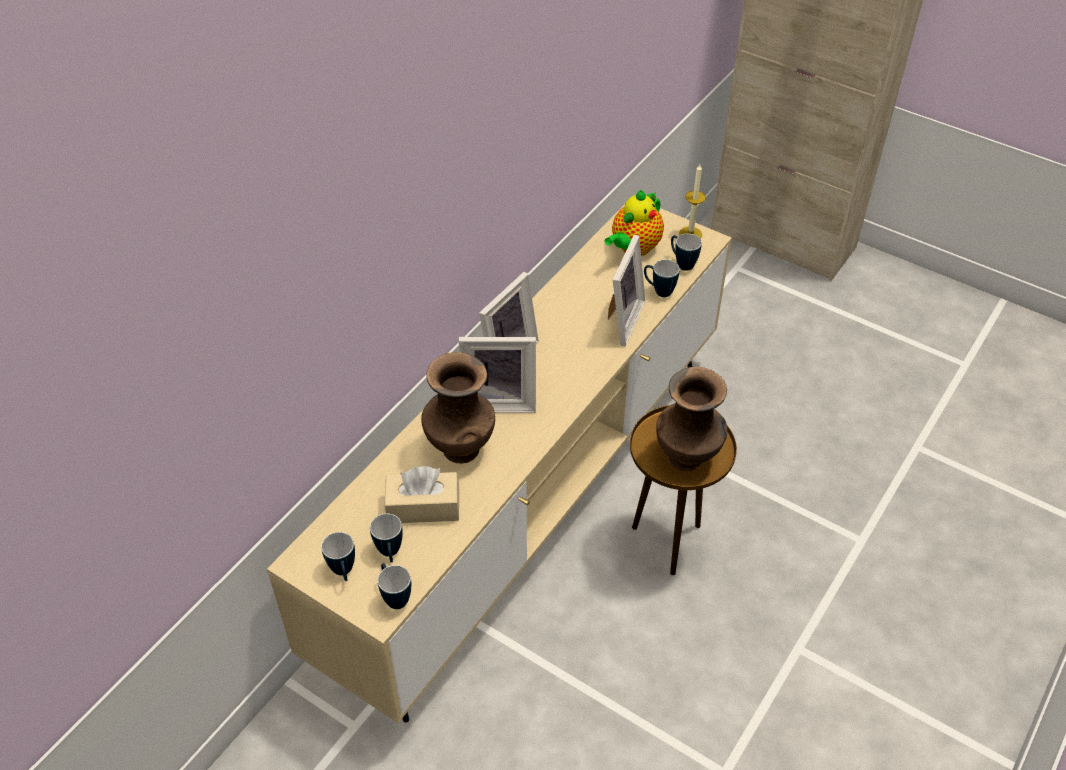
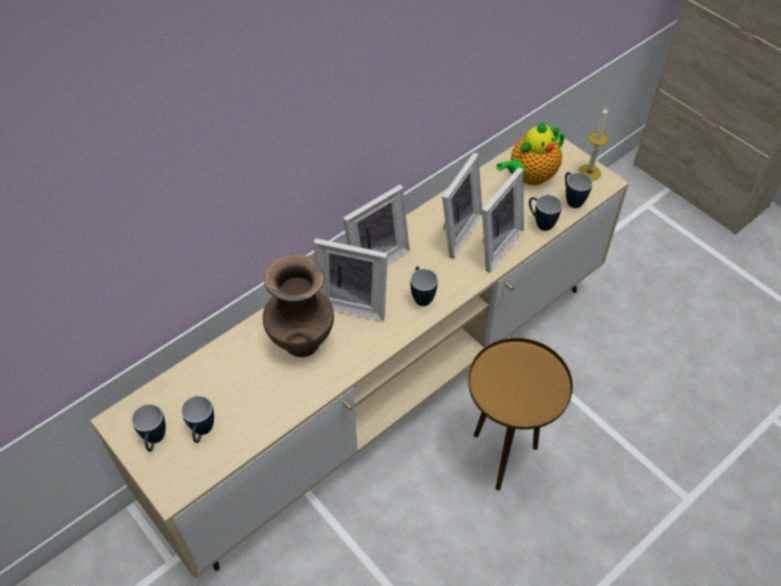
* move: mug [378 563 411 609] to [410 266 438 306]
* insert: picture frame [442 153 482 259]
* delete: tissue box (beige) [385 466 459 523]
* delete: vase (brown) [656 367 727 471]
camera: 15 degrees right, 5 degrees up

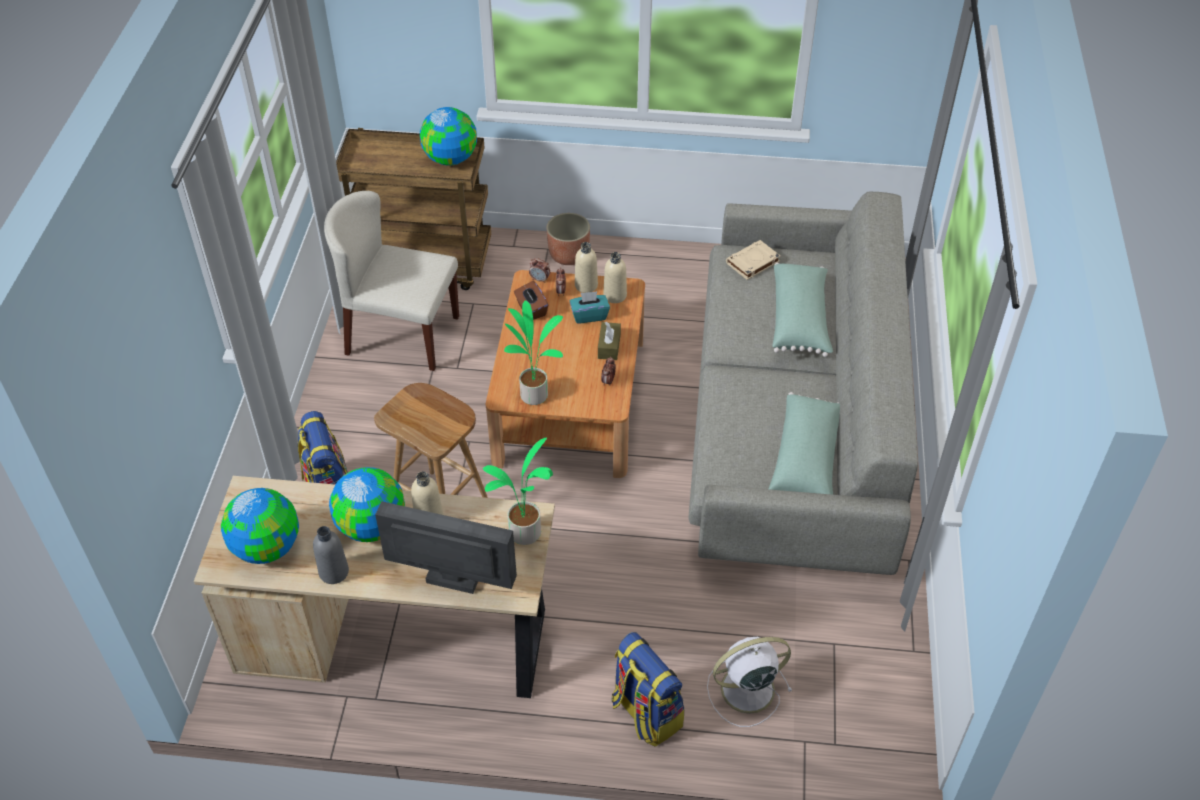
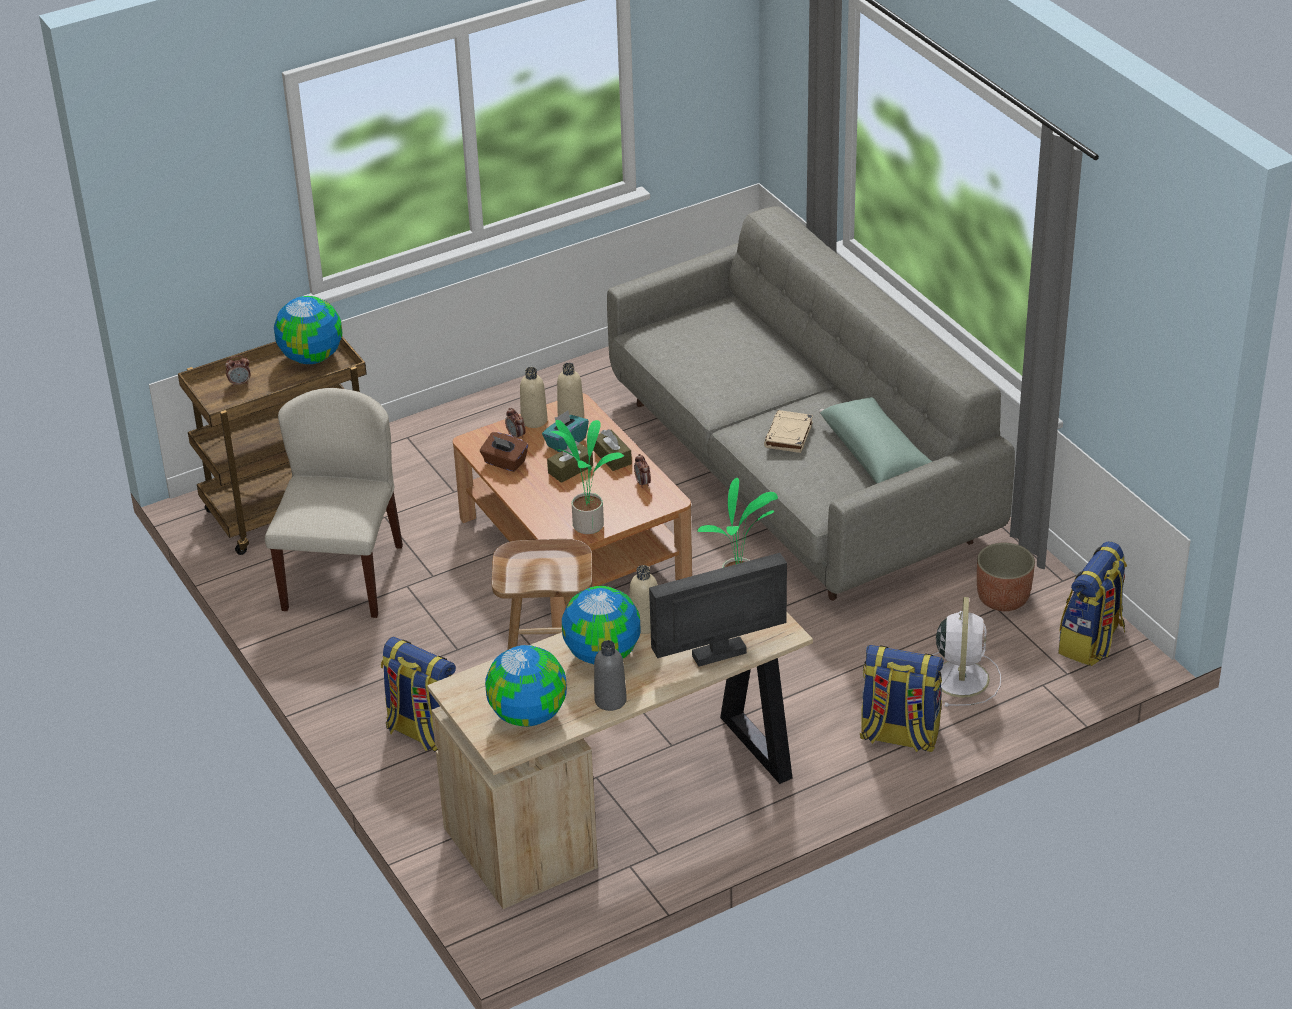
* move: alarm clock [529 258 550 283] to [225 356 251 387]
* rotate: chair (beige) [324 191 459 371] = [265 388 403 618] 120 degrees clockwise
* insert: tissue box (brown) [547 441 593 483]
* move: book (beige) [726 240 780 280] to [764 410 813 453]
* rotate: fan (white) [707 637 792 727] = [932 597 1001 707] 150 degrees clockwise
* move: planter [547 213 590 265] to [977 543 1035 611]
* insert: backpack [1058 541 1127 666]
* delete: pillow (green) [772 262 833 357]
camera: 35 degrees left, 10 degrees down

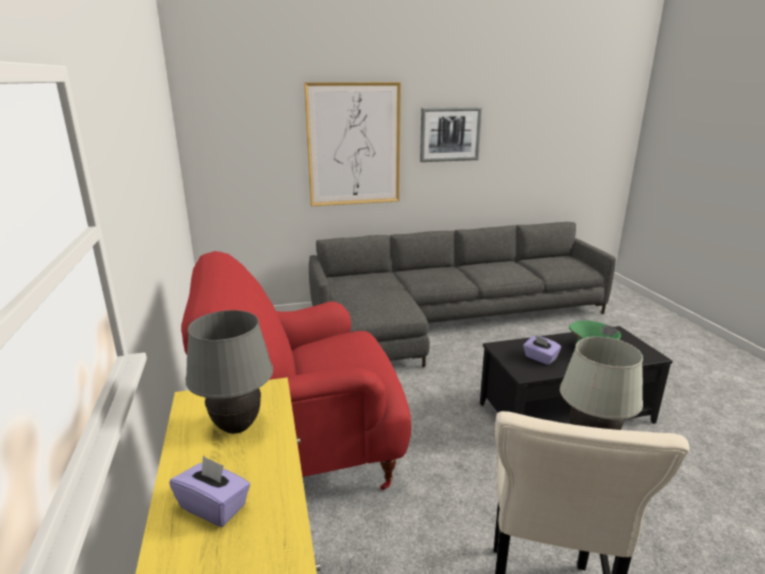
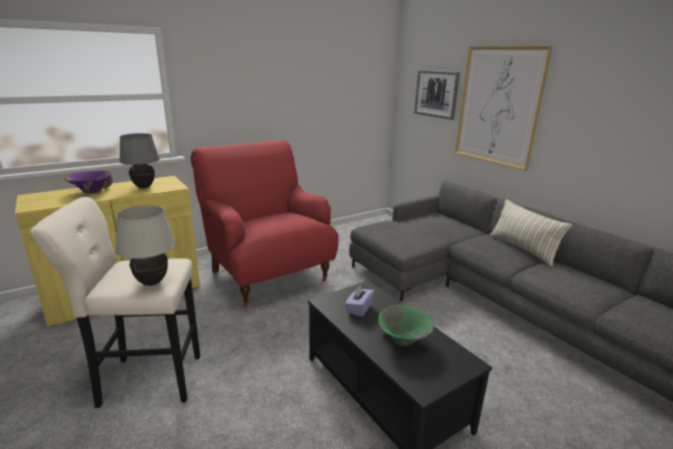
* replace: tissue box (purple) [169 455 250 527] to bowl (purple) [65 171 113 193]
* move: picture [420 107 482 162] to [414 70 460 120]
* insert: pillow [490 199 572 267]
camera: 70 degrees right, 0 degrees up

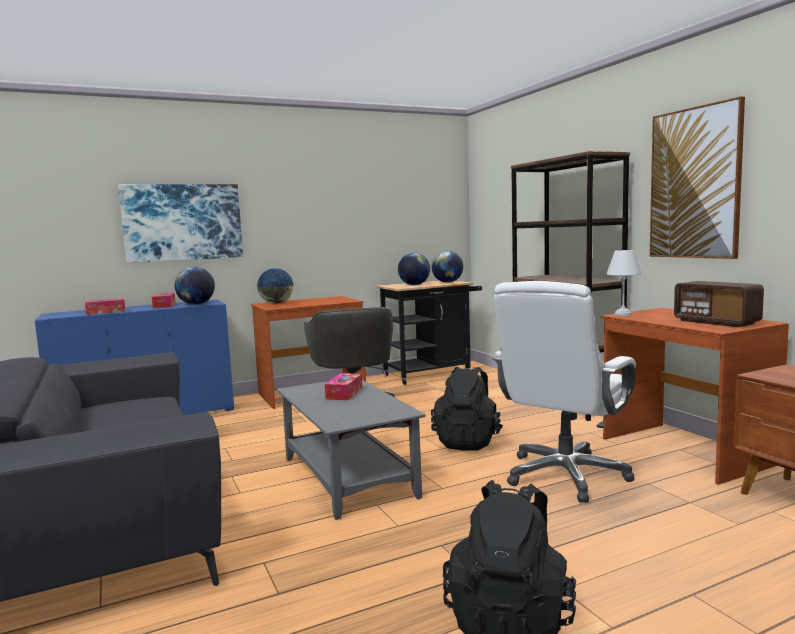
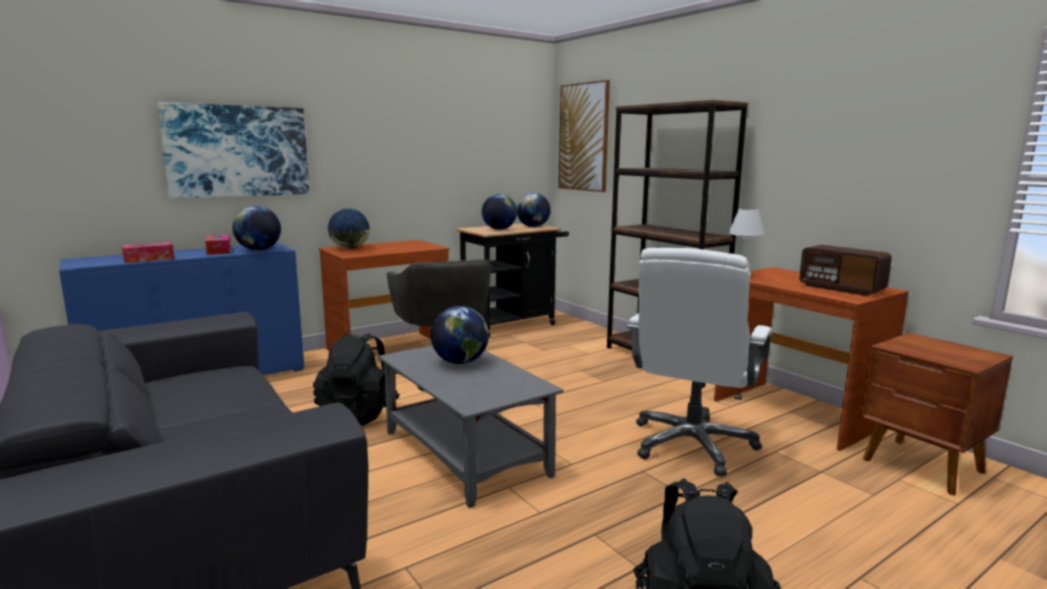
* move: backpack (black) [431 367 503 451] to [313 332 400 426]
* replace: tissue box [325 373 362 400] to globe [431 306 489 364]
* move: picture [650 96 745 259] to [558 80 610 192]
camera: 10 degrees left, 5 degrees up

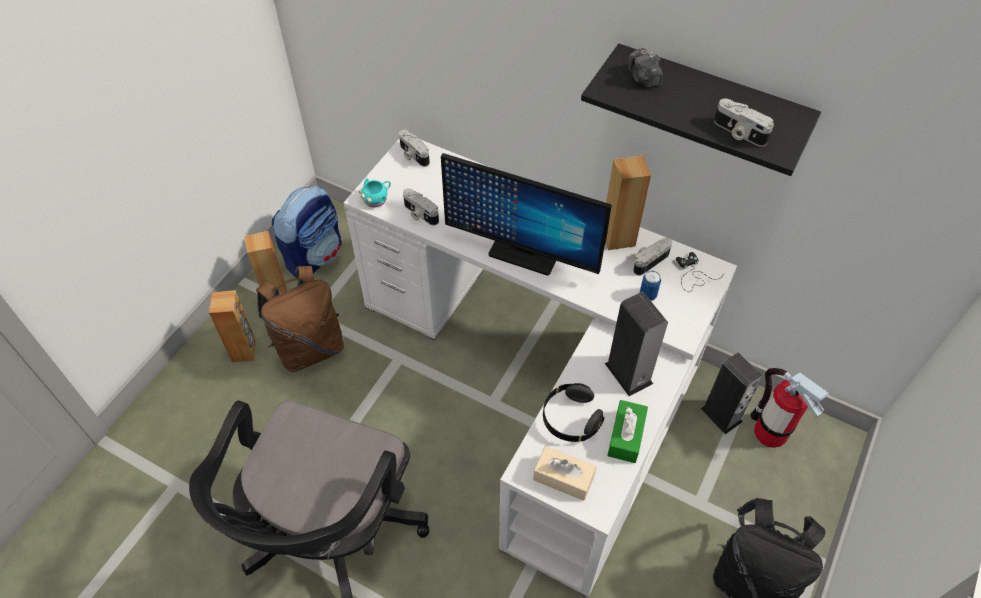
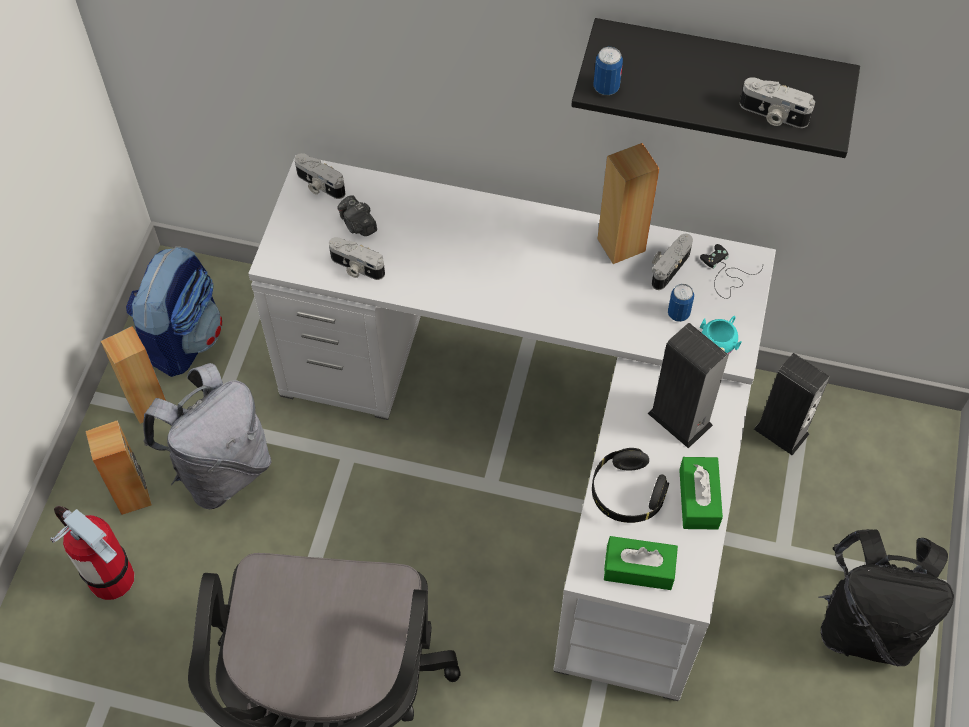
* move: fire extinguisher [750 368 829 448] to [50 506 135 600]
* recolor: backpack (brown) [256 266 344 372] to backpack (grey) [143 363 271 509]
* move: photo camera [628 48 663 88] to [337 195 377 236]
* insert: can [594 47 623 95]
* recolor: tissue box (beige) [533 446 596 501] to tissue box (green) [604 536 678 590]
* move: mug (turquoise) [359 178 391 207] to [700 316 742 354]
* delete: monitor [441 153 612 276]
camera: 15 degrees left, 5 degrees up

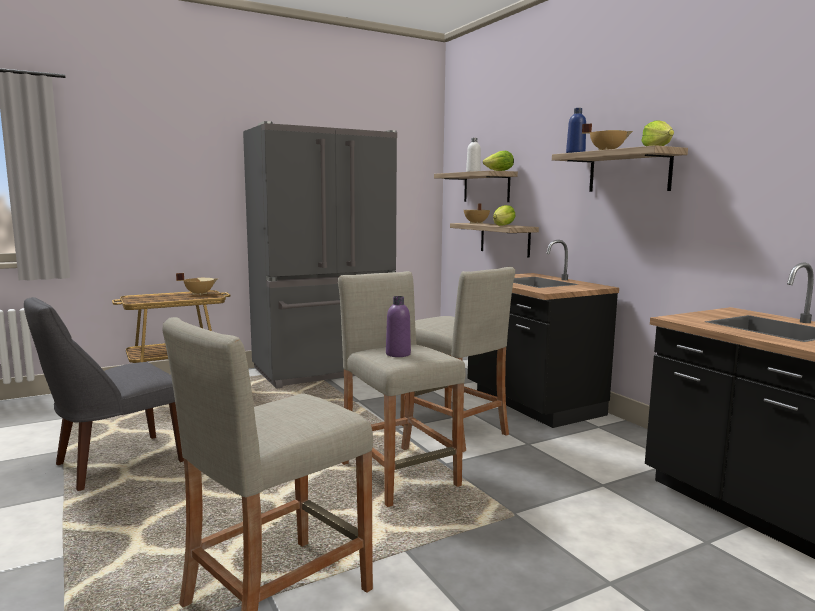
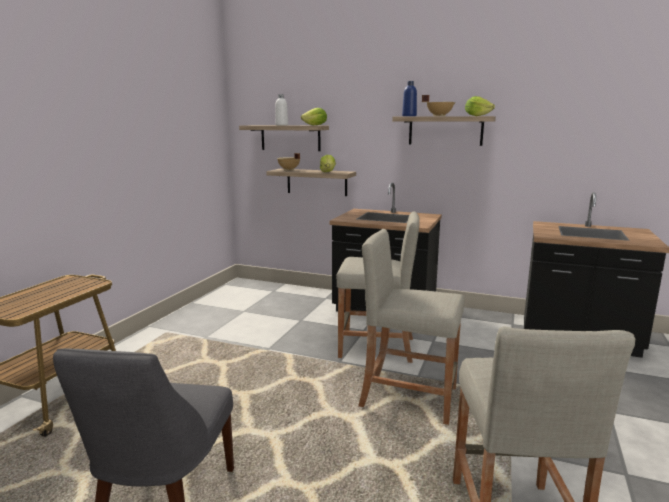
* delete: cooking pot (beige) [176 273 218 295]
* delete: fridge (grey) [243 121 397 389]
* delete: bottle (purple) [386 296 411 357]
camera: 40 degrees left, 5 degrees up

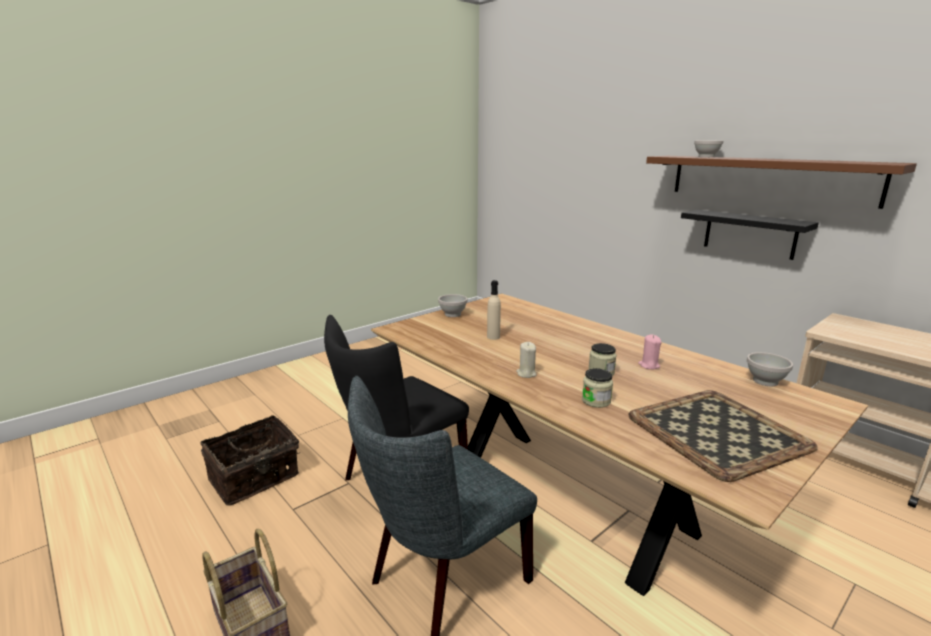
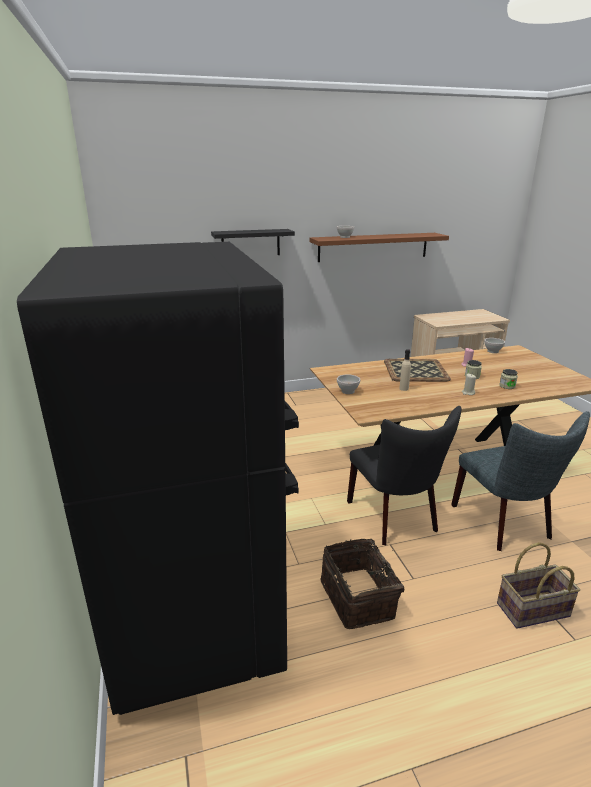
* insert: fridge (black) [17 242 299 715]
* move: shelf (black) [681 210 819 260] to [211 229 295 255]
* move: tray [628 390 818 482] to [384 359 451 382]
camera: 65 degrees left, 5 degrees up

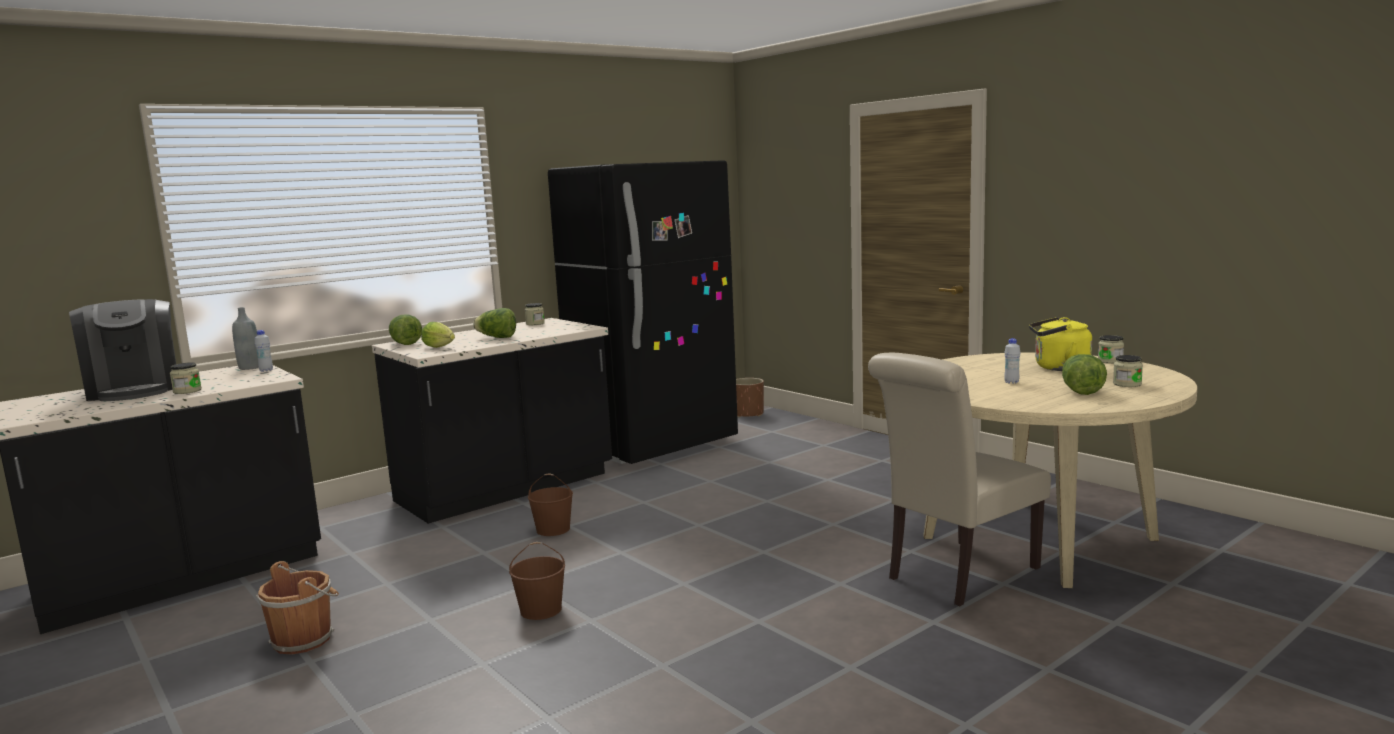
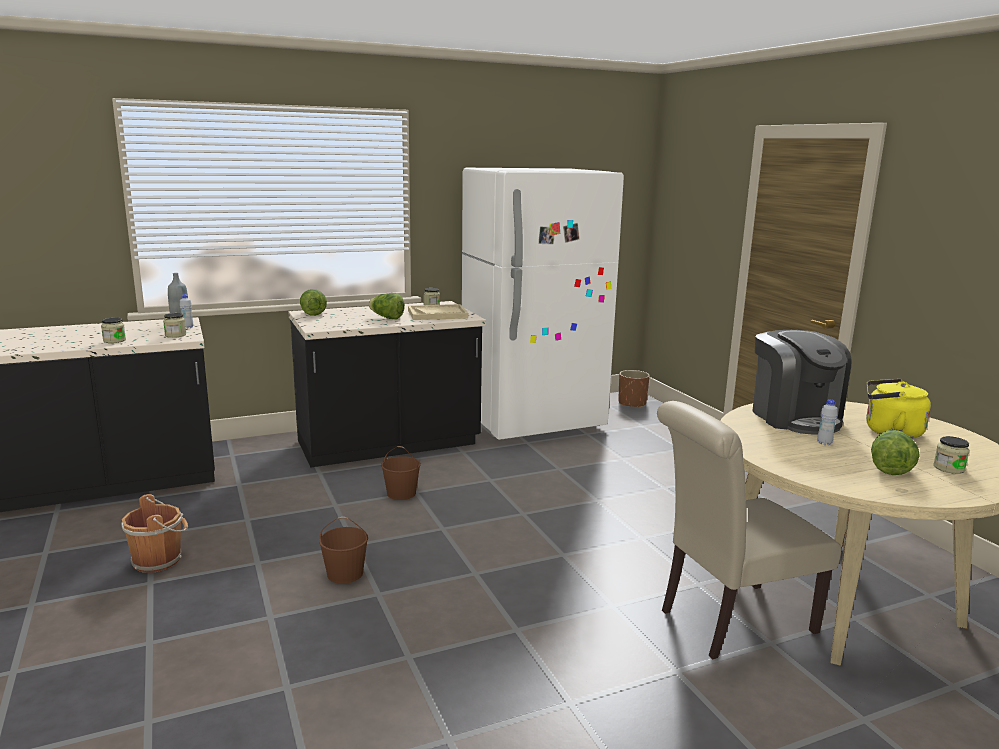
* move: jar [1098 335 1124 364] to [163 313 186 338]
* insert: tray (beige) [408 304 468 320]
* recolor: fridge (black) [548 160 738 464] to fridge (white) [462 168 624 440]
* move: coffee machine [69 299 176 401] to [753 330 852 435]
* delete: lettuce [421 322 455 348]
camera: 15 degrees right, 5 degrees up

